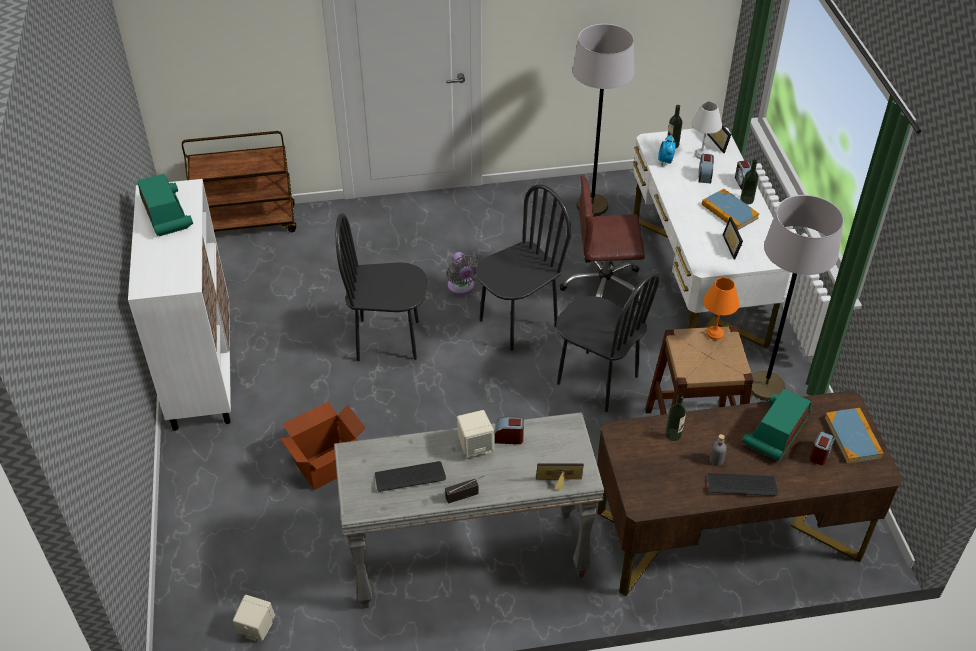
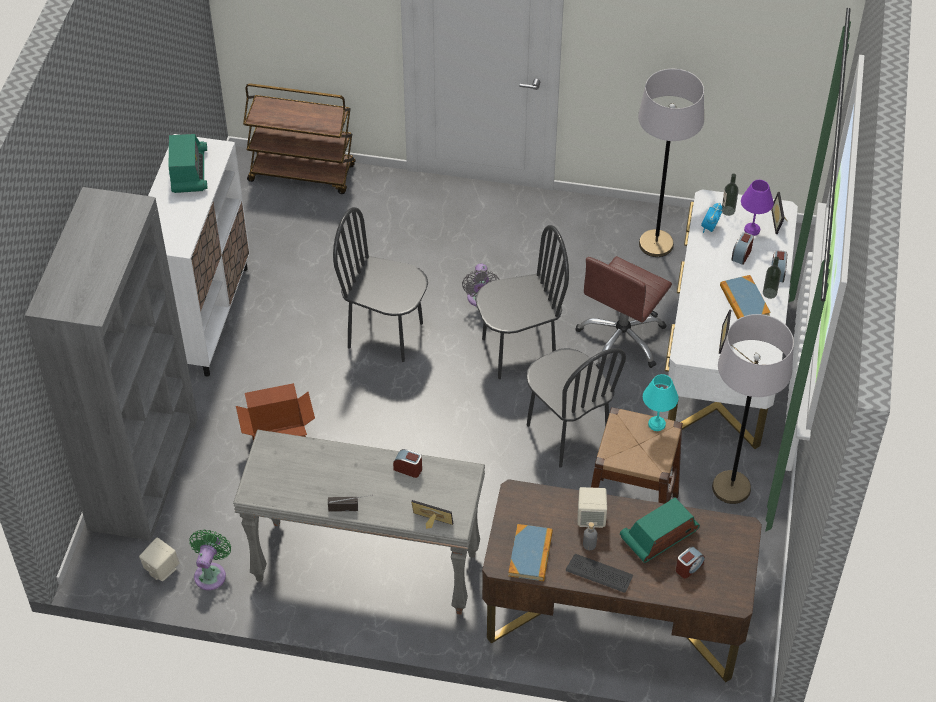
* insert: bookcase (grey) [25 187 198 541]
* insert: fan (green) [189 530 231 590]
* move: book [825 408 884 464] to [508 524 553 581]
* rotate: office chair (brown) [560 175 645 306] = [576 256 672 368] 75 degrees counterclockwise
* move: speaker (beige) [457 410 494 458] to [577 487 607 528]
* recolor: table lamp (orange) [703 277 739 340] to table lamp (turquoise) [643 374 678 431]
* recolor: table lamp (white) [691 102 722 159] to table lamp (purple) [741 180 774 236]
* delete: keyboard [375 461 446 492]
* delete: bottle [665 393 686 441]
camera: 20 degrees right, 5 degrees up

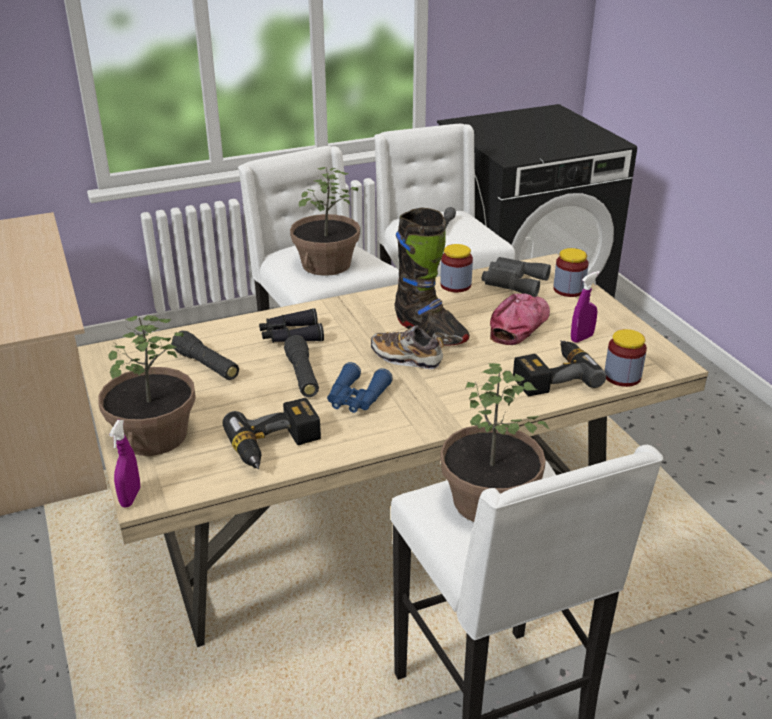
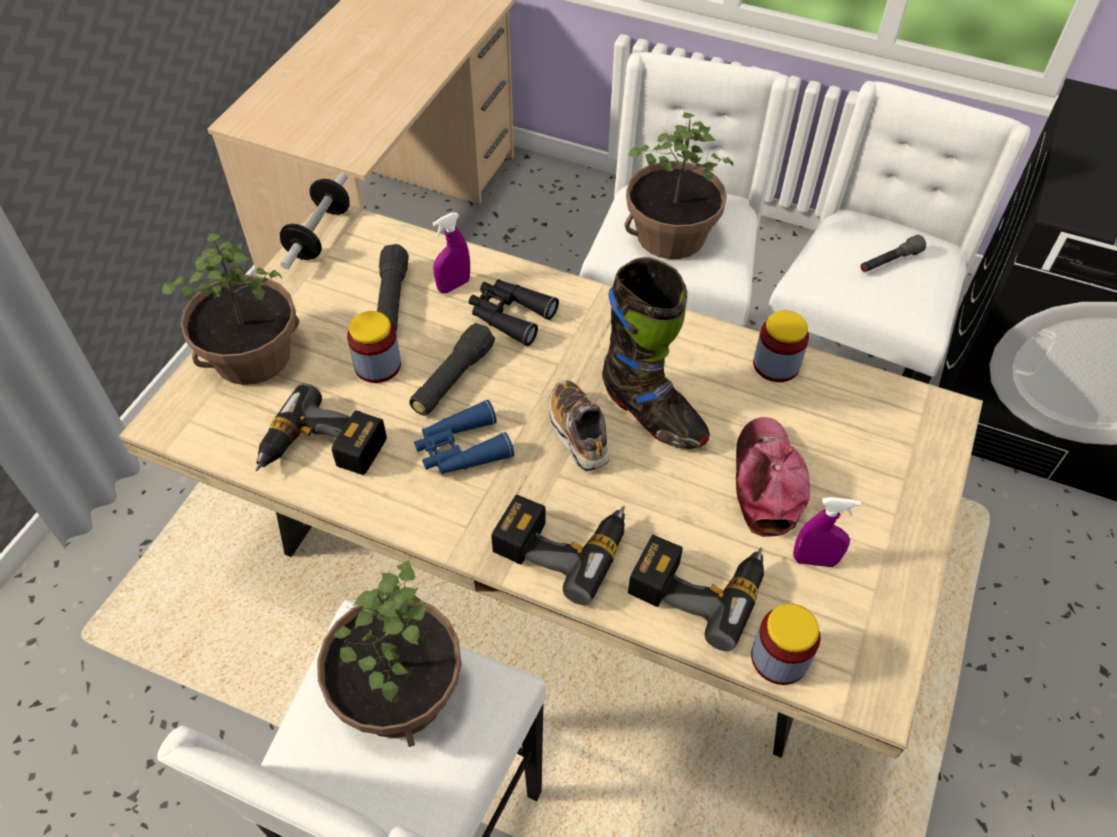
* insert: dumbbell [280 172 350 269]
* move: jar [553 248 589 297] to [347 311 401 383]
* move: spray bottle (purple) [109 420 140 508] to [432 212 470 293]
* insert: power drill [491 495 625 605]
* rotate: boot (black) [394 208 470 345] = [602 257 710 449] 45 degrees counterclockwise
* rotate: cap [490 294 550 345] = [736 417 810 537] 75 degrees counterclockwise
* delete: binoculars (grey) [482 257 551 297]
camera: 45 degrees right, 20 degrees up

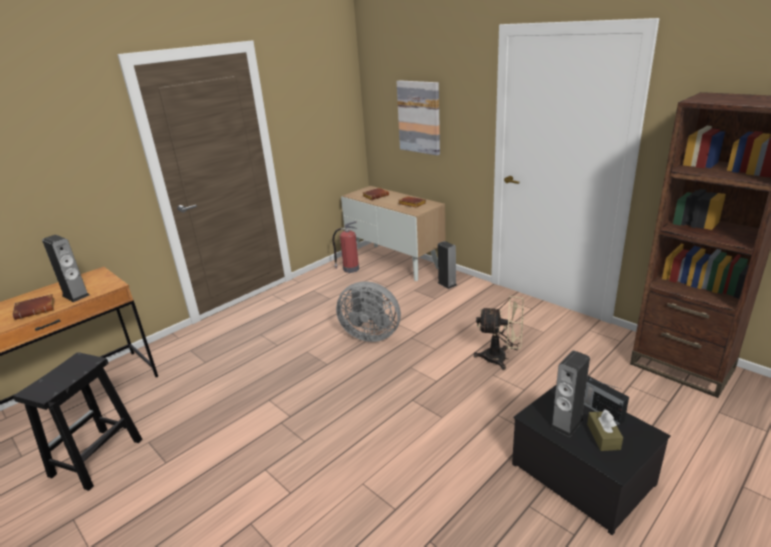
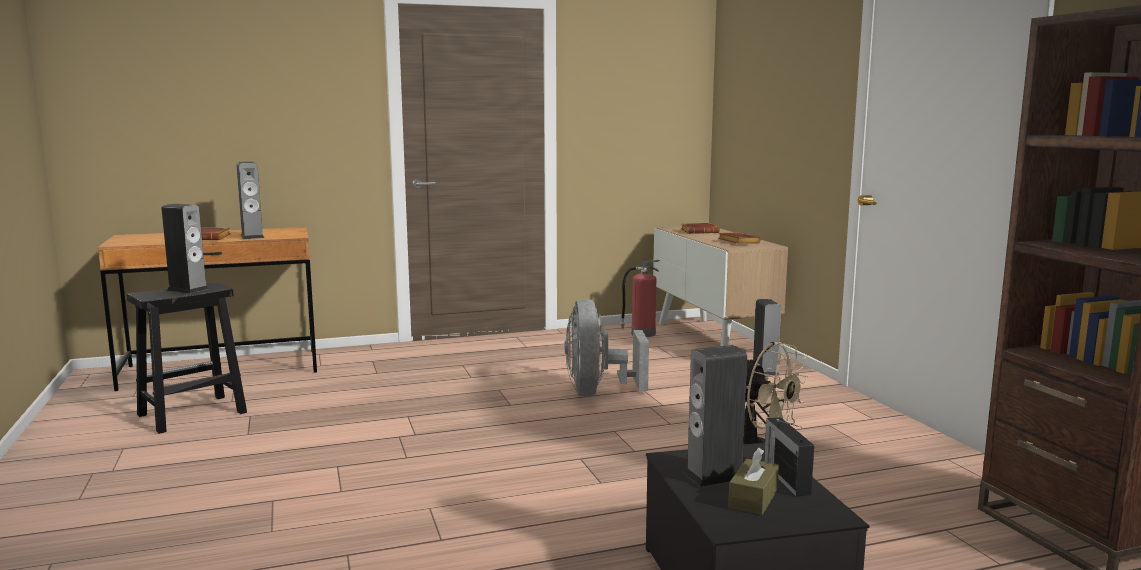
* insert: speaker [161 204 209 293]
* rotate: fan (grey) [336 281 401 342] = [564 299 649 397] 45 degrees clockwise
* delete: picture [396 80 440 156]
camera: 25 degrees right, 15 degrees down

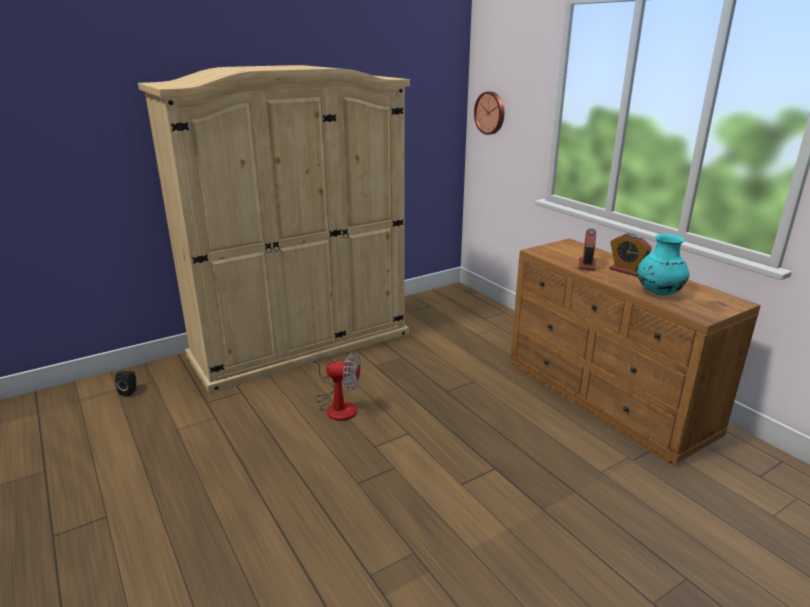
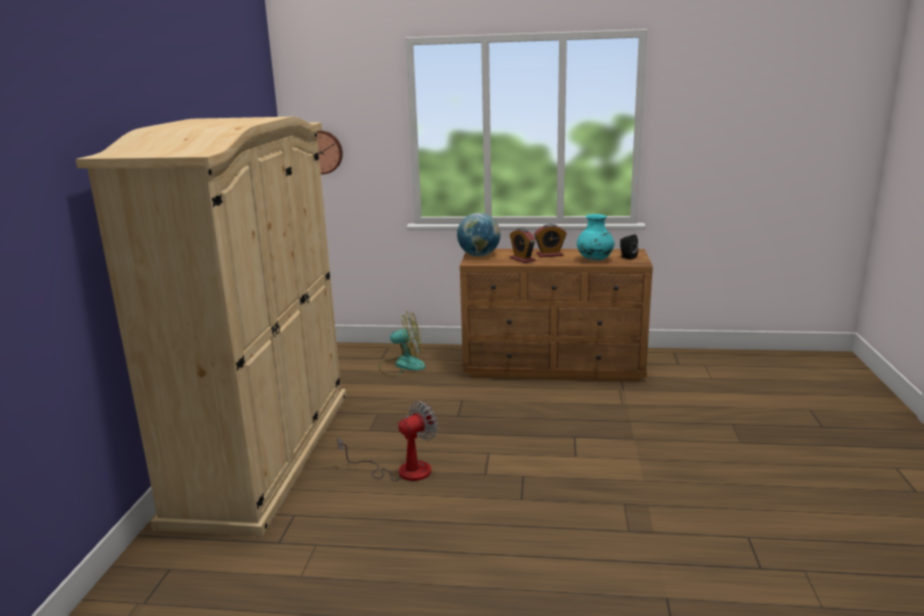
* insert: fan [379 311 426 377]
* insert: globe [457 213 501 256]
* move: speaker (black) [115 371 136 396] to [620 234 638 260]
camera: 50 degrees left, 5 degrees down

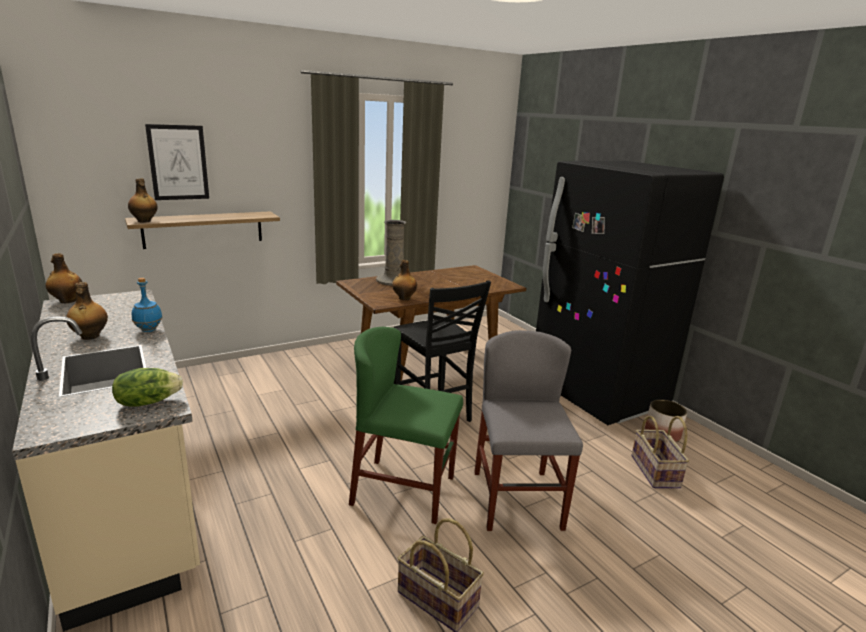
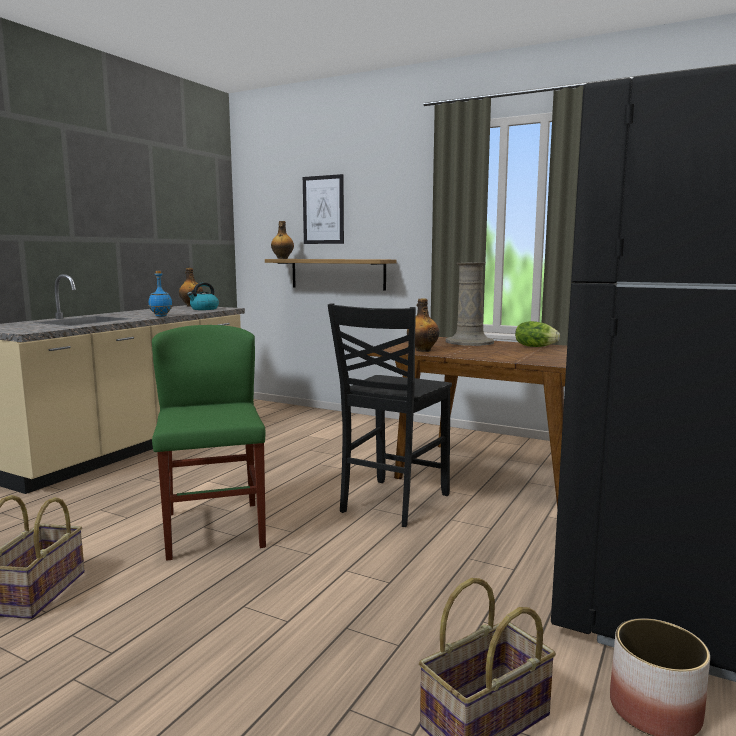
* insert: kettle [187 282 219 310]
* move: lettuce [112 368 183 407] to [515 321 560 347]
* delete: bottle [66 282 108 340]
* delete: chair (grey) [474 330 583 531]
camera: 60 degrees right, 10 degrees down

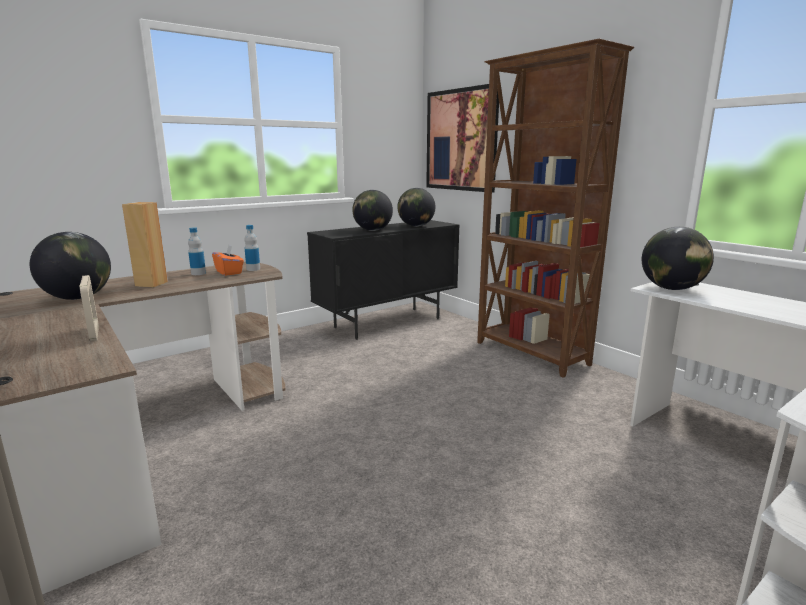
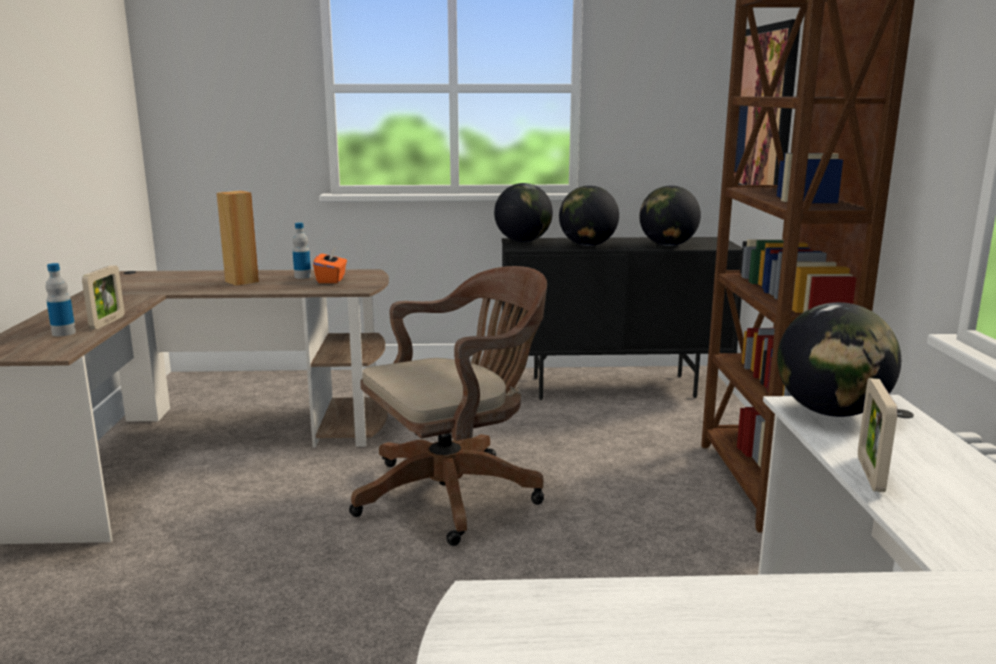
* move: bottle [244 225 260 271] to [46 263 76 337]
* insert: office chair (brown) [349 266 547 546]
* move: globe [30 232 111 300] to [494 183 553 242]
* insert: picture frame [858 378 898 492]
camera: 35 degrees right, 0 degrees up

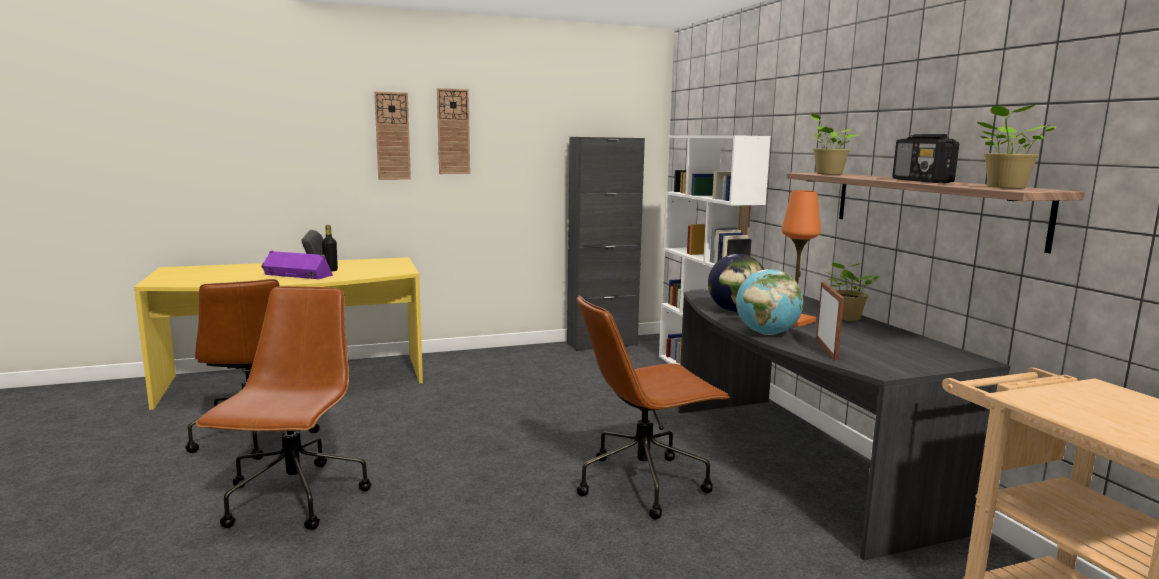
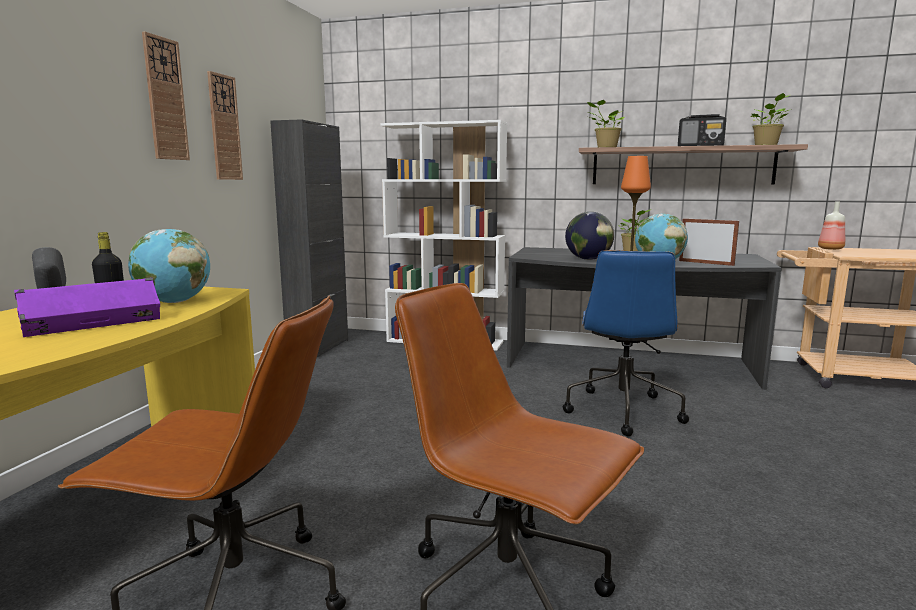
* insert: globe [128 229 210 303]
* move: wall clock [374 92 411 180] to [207 71 243 180]
* recolor: office chair (brown) [577 295 731 520] to office chair (blue) [563 250 689 437]
* insert: bottle [818 201 845 250]
camera: 55 degrees left, 0 degrees up

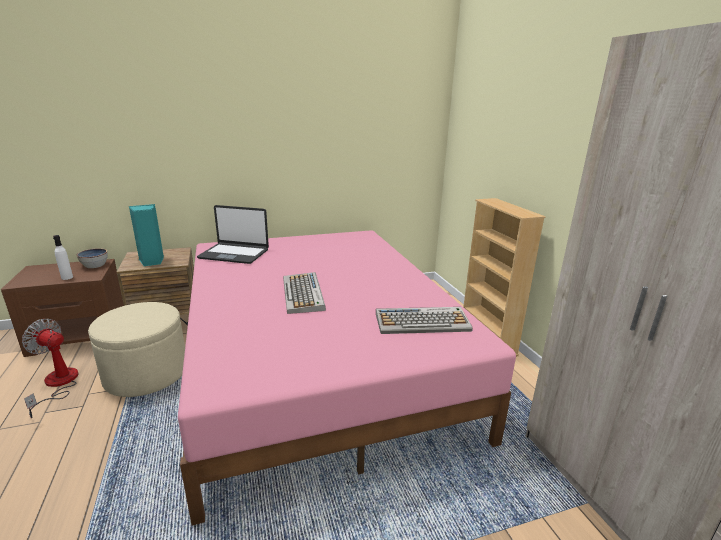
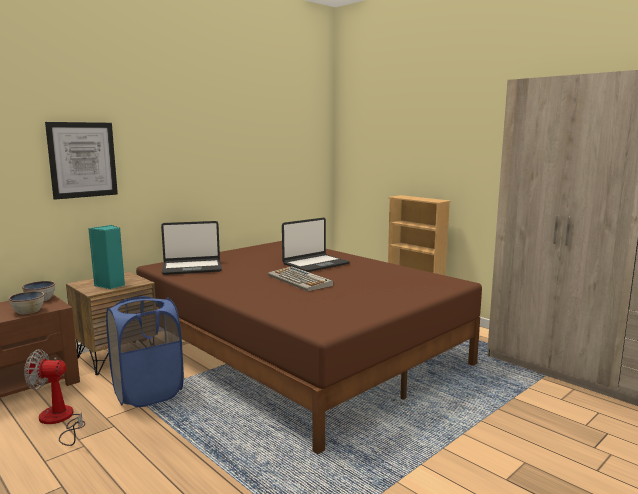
* replace: bottle (white) [53 235 73 280] to bowl [9 291 45 314]
* insert: picture [45 122 118 200]
* replace: ottoman (beige) [88 302 185 397] to laundry basket (blue) [106 296 184 407]
* recolor: bed (pink) [178 230 516 526] to bed (brown) [136 241 482 454]
* insert: laptop [282 218 350 272]
* delete: keyboard [376 307 473 334]
camera: 25 degrees left, 10 degrees down

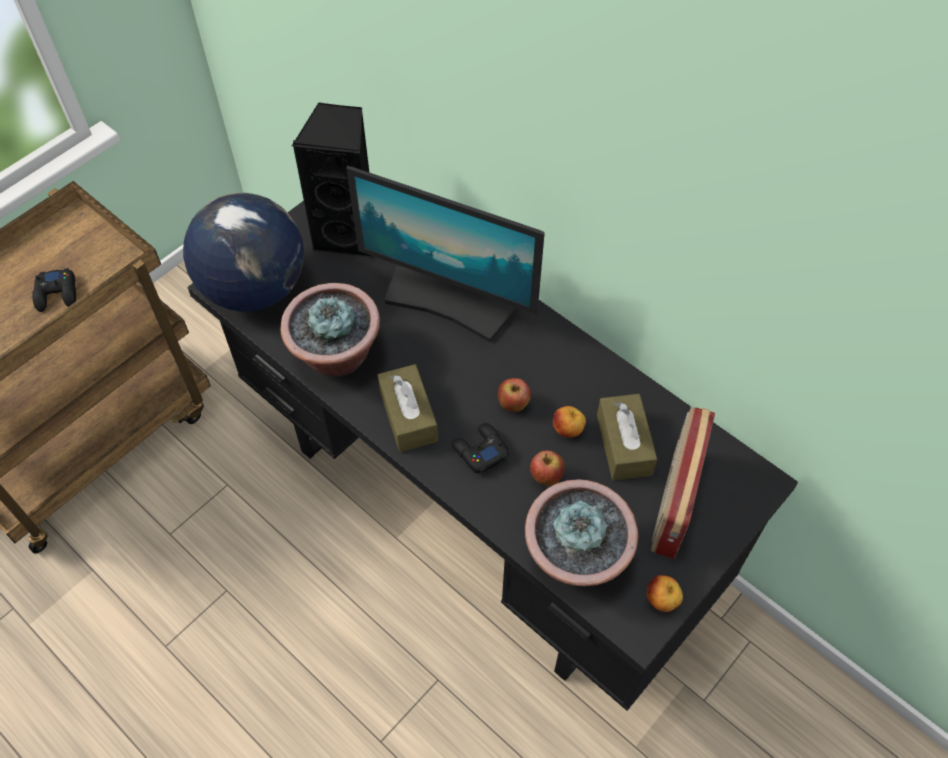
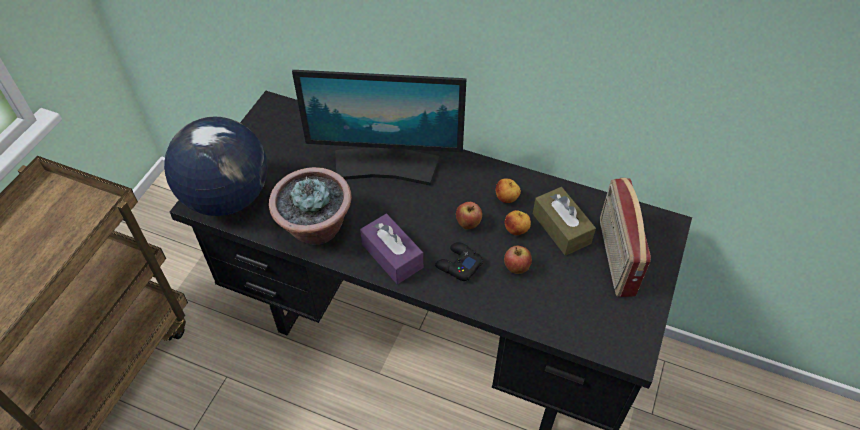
* recolor: tissue box (brown) [378 364 438 452] to tissue box (purple) [360 214 423 284]
* move: apple [647 575 683 612] to [496 178 521 203]
* delete: game controller (black) [32 268 76 312]
* delete: speaker (black) [292 102 374 259]
* delete: potted plant [525 479 638 586]
camera: 20 degrees left, 5 degrees down

